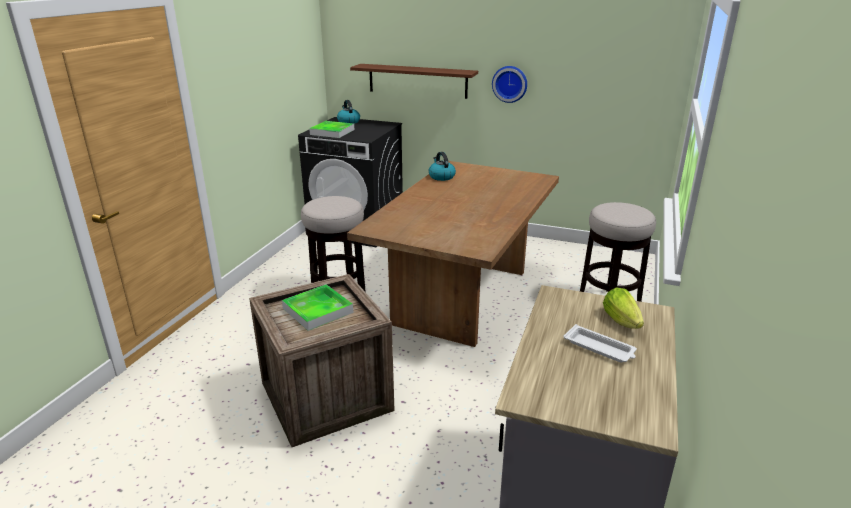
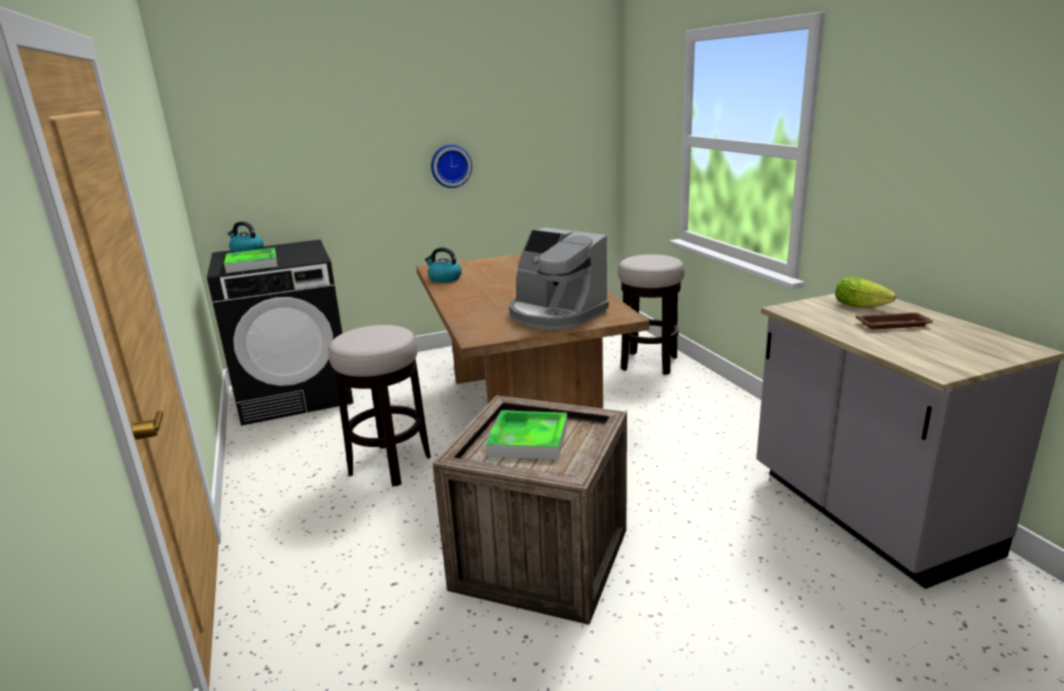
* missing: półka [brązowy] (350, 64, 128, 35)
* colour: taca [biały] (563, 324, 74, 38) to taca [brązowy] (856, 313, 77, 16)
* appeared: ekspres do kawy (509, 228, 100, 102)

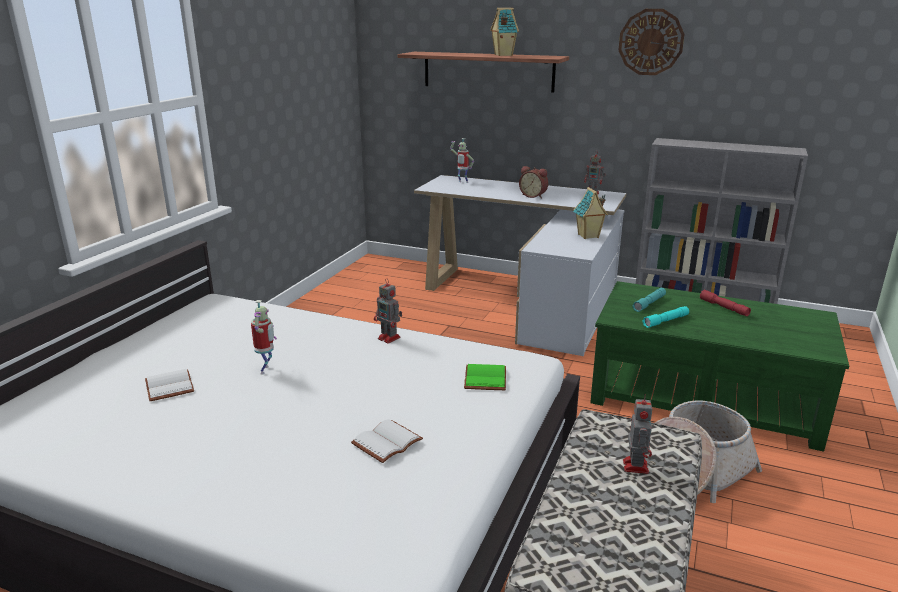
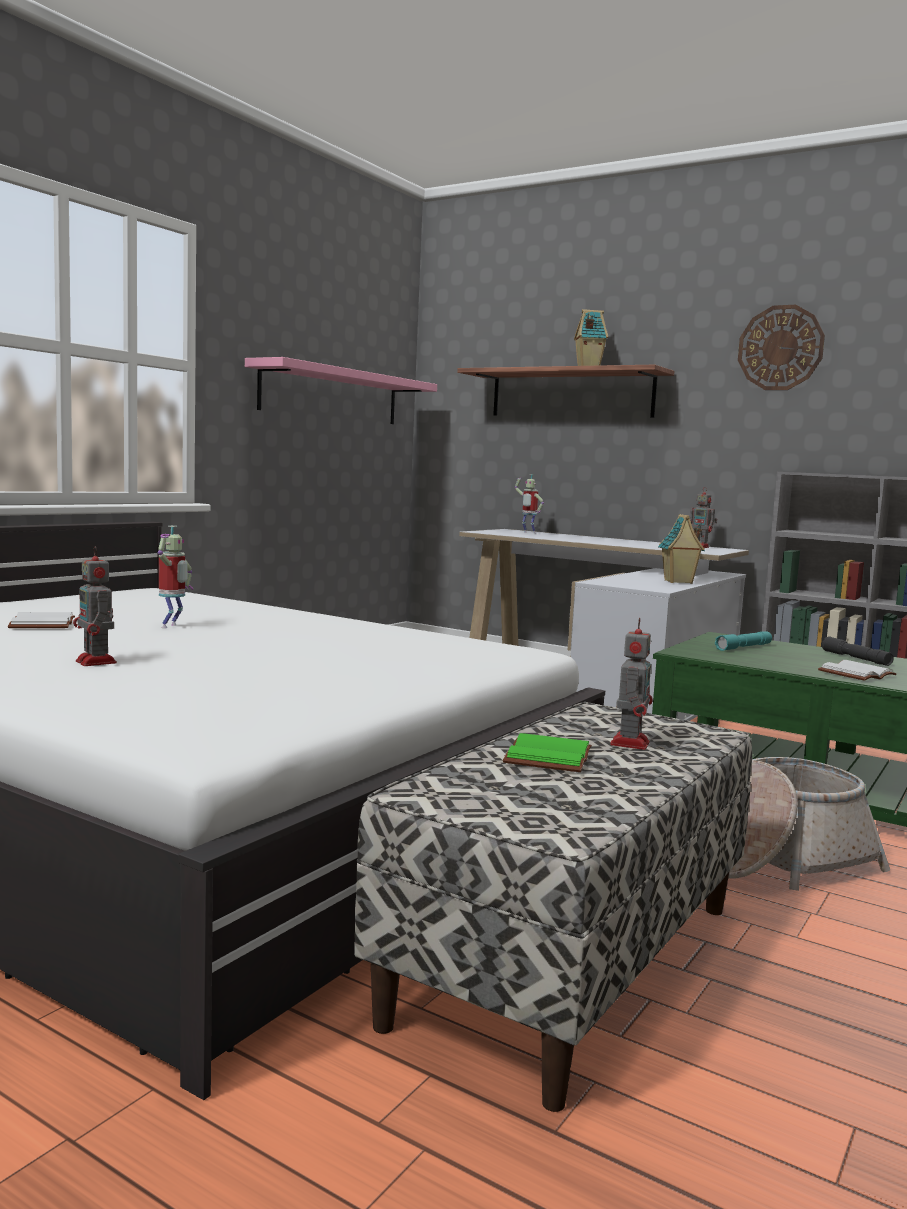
* missing: budzik (519, 166, 29, 32)
* relocated: robot zabawkowy (374, 278, 28, 65) to (73, 546, 44, 120)
* colour: latarka [czerwony] (700, 290, 51, 26) to latarka [szary] (822, 636, 72, 30)
* missing: latarka [turkusowy] (643, 306, 46, 22)
* relocated: książka [zielony] (464, 364, 42, 26) to (503, 733, 89, 39)
* relocated: książka [biały] (351, 419, 72, 44) to (818, 660, 79, 21)
* appeared: półka [różowy] (245, 357, 192, 67)

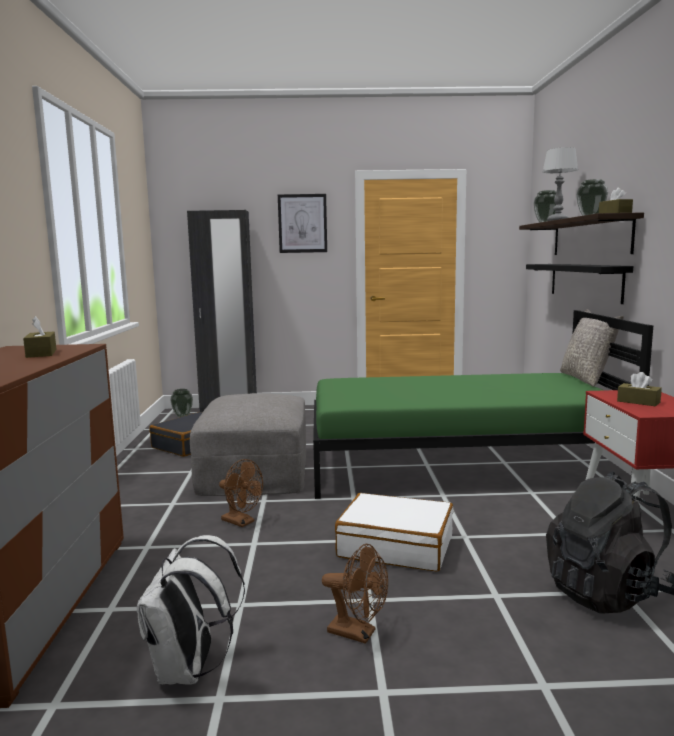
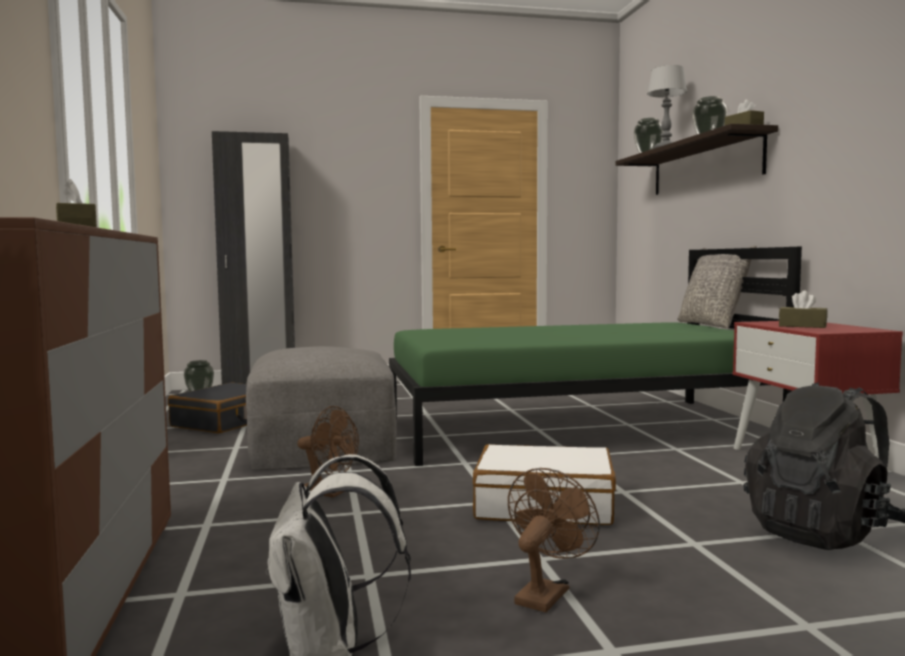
* missing: obraz (278, 194, 49, 59)
* missing: półka [czarny] (526, 264, 107, 40)
* spun: wentylator [brązowy] (322, 544, 66, 100) = (508, 468, 92, 144) 75 degrees counterclockwise

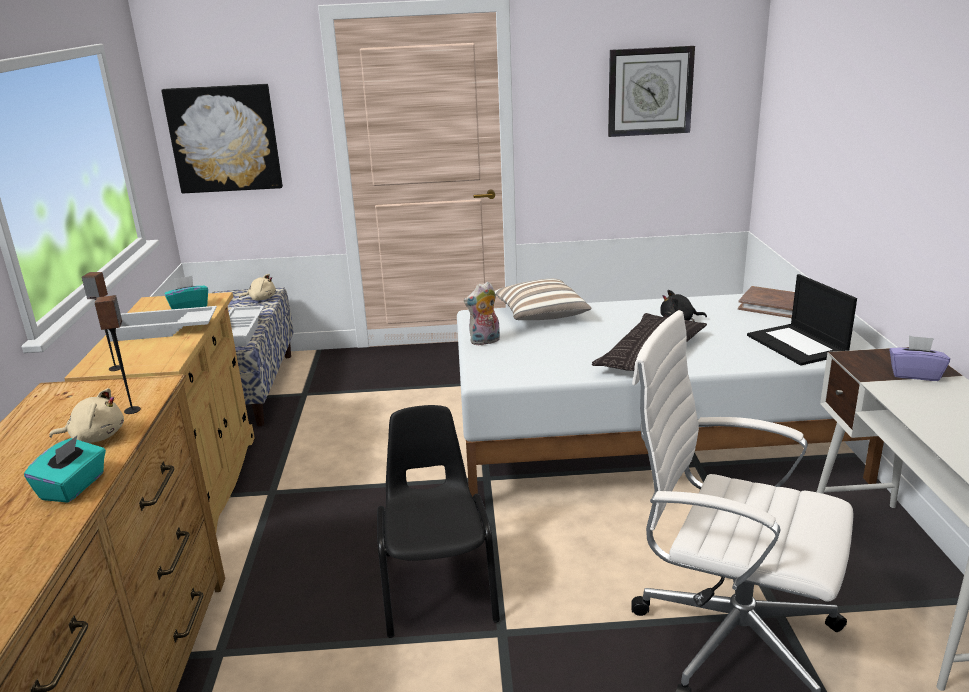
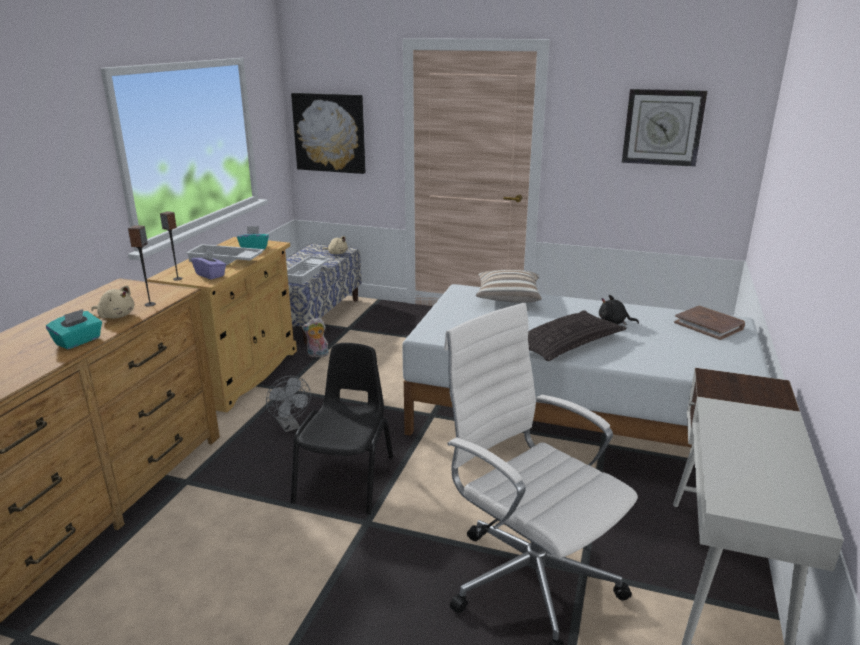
* missing: laptop (747, 274, 110, 92)
* relocated: pluszak (464, 281, 36, 64) to (302, 318, 28, 39)
* relocated: pudełko chusteczek [fioletowy] (889, 336, 61, 45) to (191, 250, 35, 30)
* appeared: wentylator [szary] (266, 376, 45, 56)

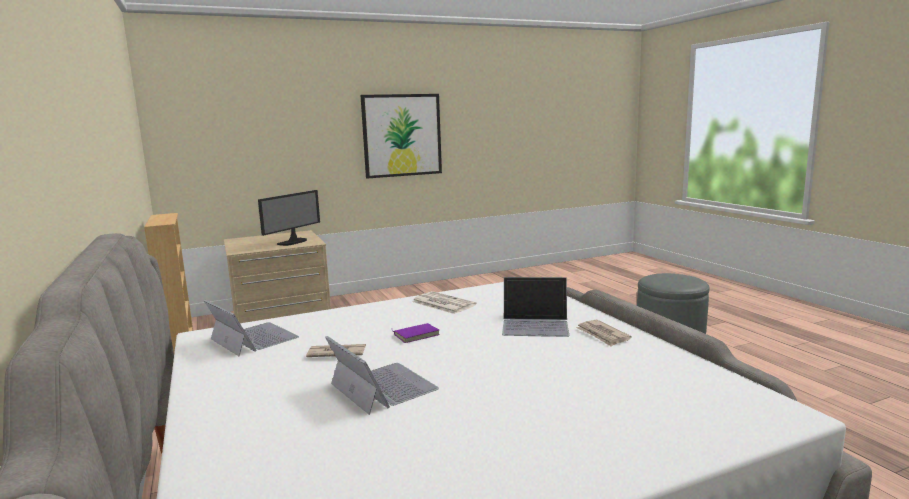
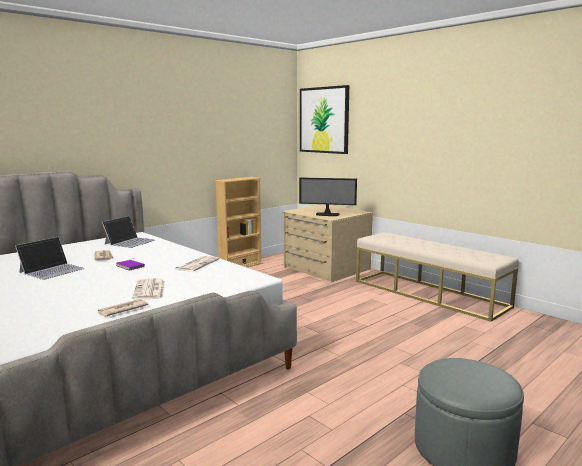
* relocated: obraz (360, 94, 82, 84) to (300, 85, 49, 69)
* exchanged: laptop (502, 277, 67, 60) to gazeta (132, 278, 33, 22)
* appeared: ławka [beżowy] (356, 232, 163, 90)

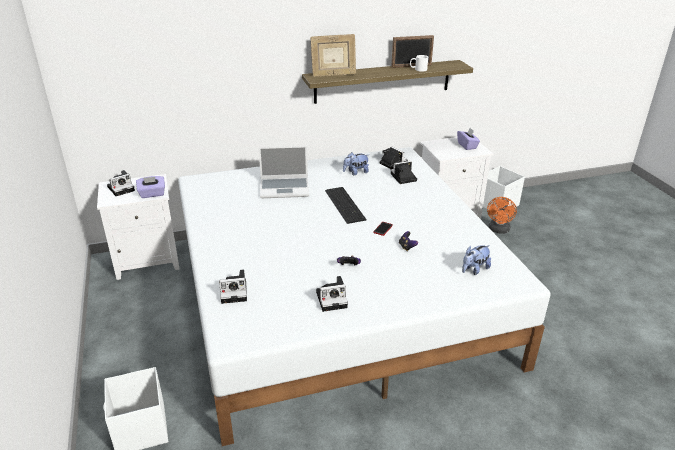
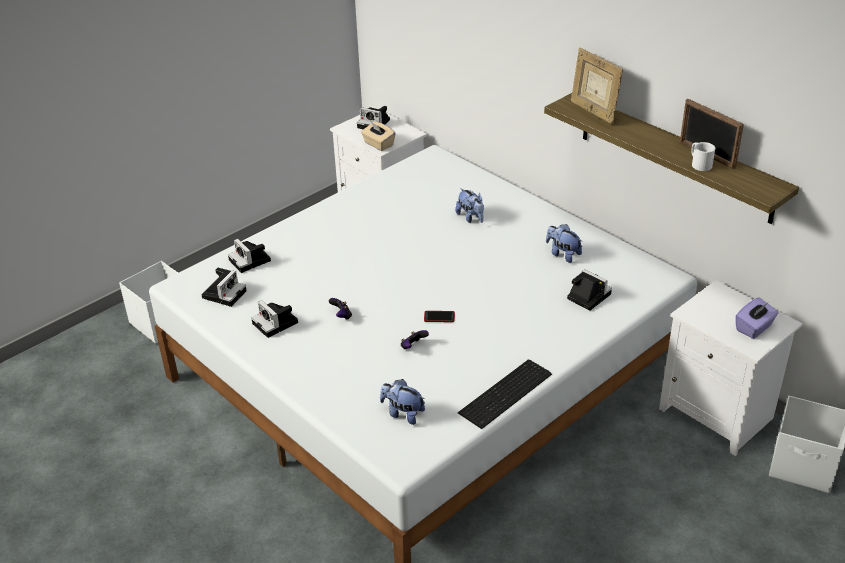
* exchanged: laptop (259, 146, 50, 52) to pluszak (455, 188, 29, 35)
* relocated: aparat fotograficzny (380, 147, 28, 22) to (202, 268, 44, 39)
* colour: pudełko chusteczek [fioletowy] (136, 176, 29, 22) to pudełko chusteczek [beżowy] (361, 121, 35, 30)
* relocated: klawiatura (325, 187, 42, 37) to (458, 360, 94, 69)
* missing: wentylator [pomarańczowy] (487, 197, 30, 37)

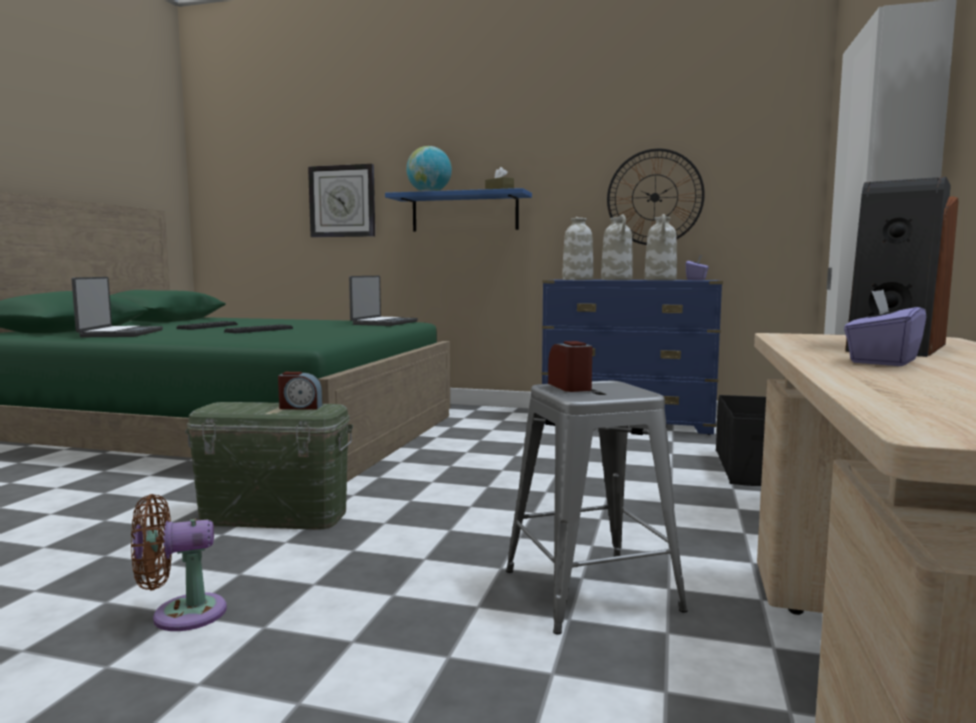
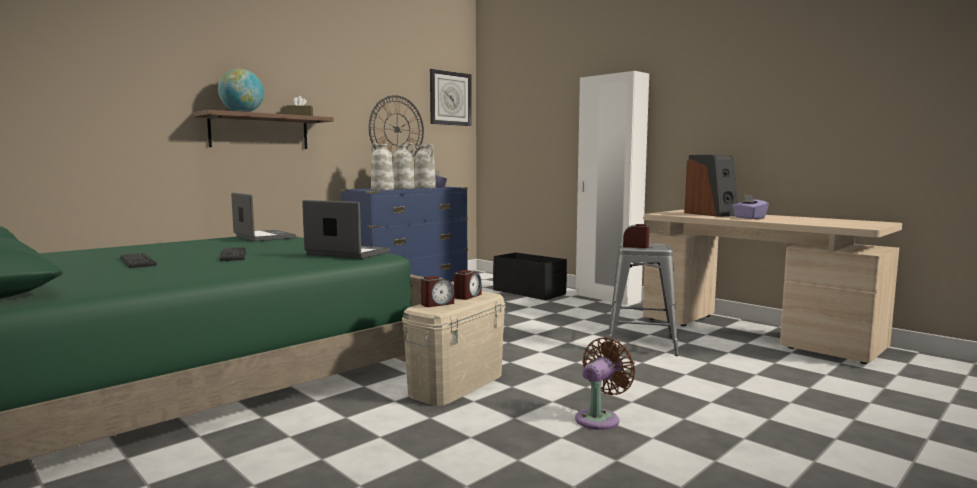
* relocated: zegar ścienny (308, 164, 67, 73) to (430, 69, 42, 57)
* colour: półka [niebieski] (385, 188, 147, 44) to półka [brązowy] (193, 110, 141, 39)
* relocated: laptop (72, 277, 91, 60) to (302, 200, 88, 59)
* colour: pojemnik do przechowywania [zielony] (185, 402, 168, 128) to pojemnik do przechowywania [beżowy] (402, 291, 104, 115)
* spun: wentylator [brązowy] (131, 494, 96, 137) = (575, 337, 61, 93) 150 degrees counterclockwise
* appeared: budzik (420, 276, 34, 31)

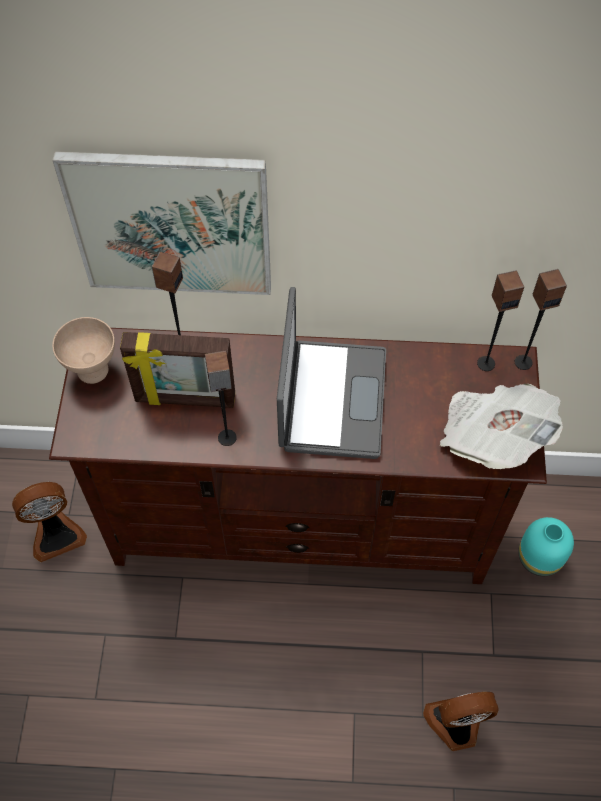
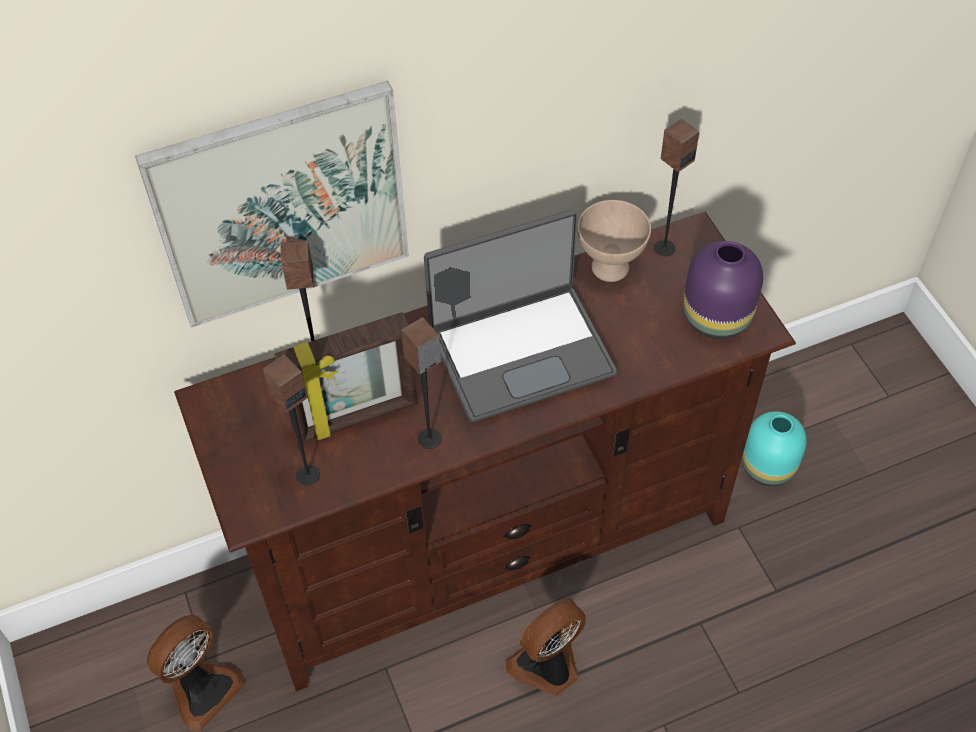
* relocated: głośnik (515, 269, 52, 101) to (263, 354, 57, 132)
* spun: laptop (277, 287, 109, 172) = (424, 210, 193, 212) 90 degrees clockwise
* relocated: miska [beżowy] (52, 317, 63, 67) to (577, 200, 74, 82)
* exchanged: gazeta (440, 384, 123, 85) to wazon [fioletowy] (683, 241, 80, 98)
* relocated: wentylator (423, 692, 76, 59) to (505, 599, 81, 97)

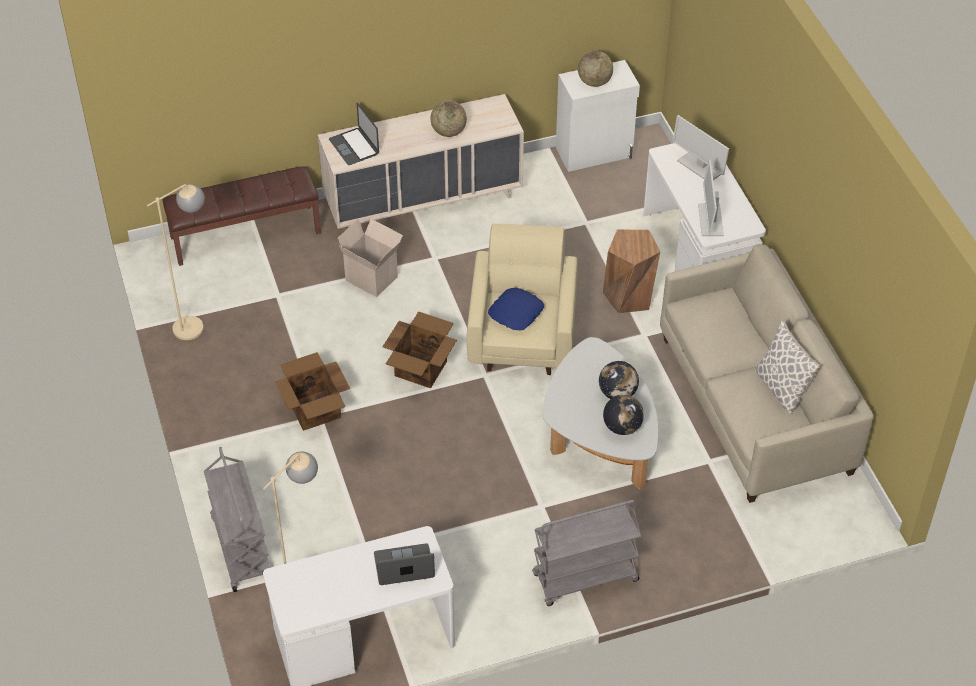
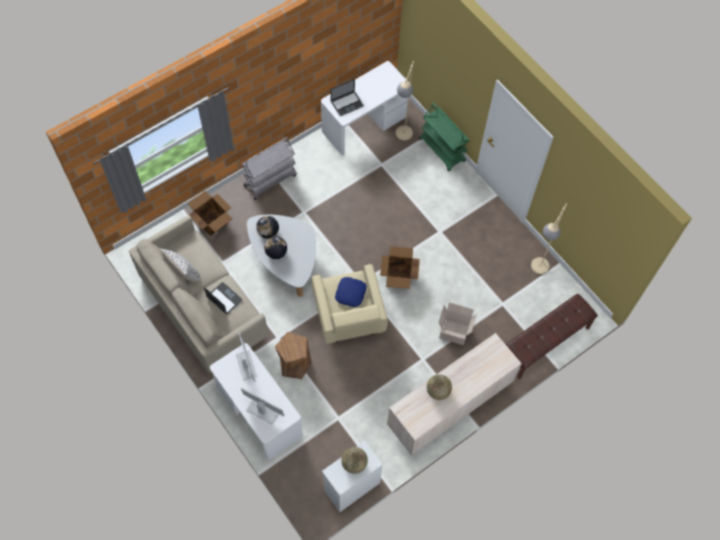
* relocated: laptop (329, 103, 50, 62) to (204, 282, 38, 32)
* relocated: karton (275, 352, 75, 79) to (187, 191, 45, 45)
* colour: wózek [szary] (204, 447, 66, 145) to wózek [zielony] (419, 103, 50, 68)

